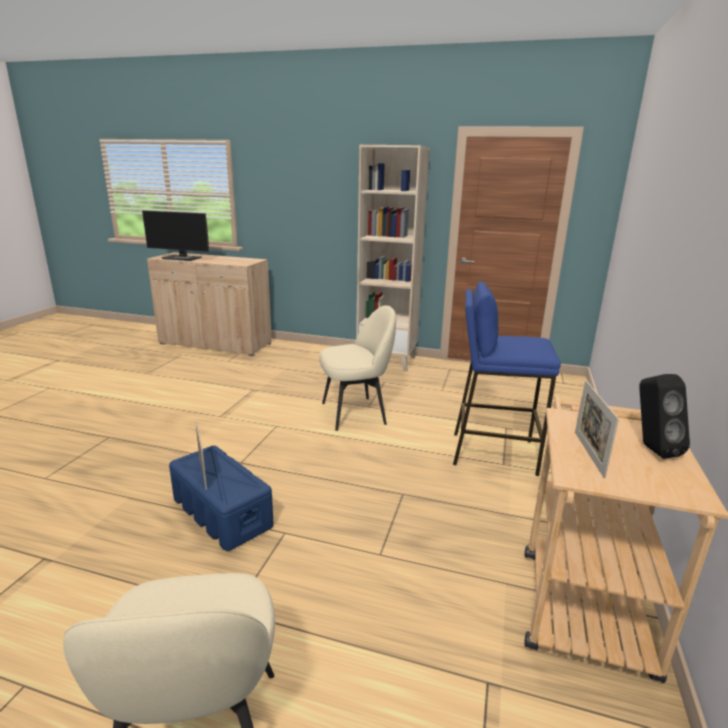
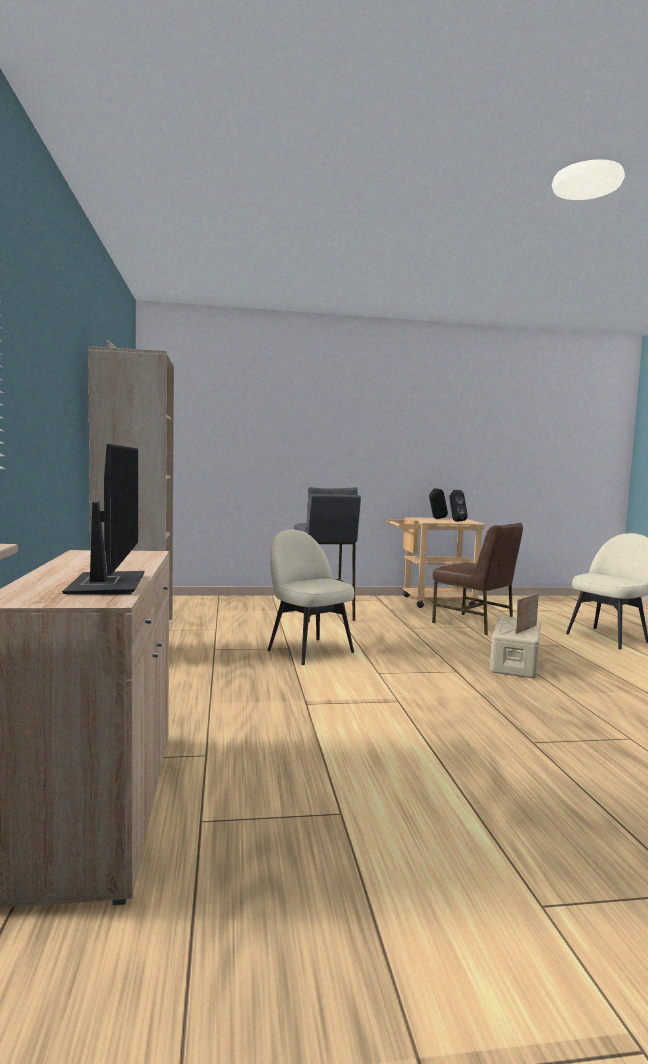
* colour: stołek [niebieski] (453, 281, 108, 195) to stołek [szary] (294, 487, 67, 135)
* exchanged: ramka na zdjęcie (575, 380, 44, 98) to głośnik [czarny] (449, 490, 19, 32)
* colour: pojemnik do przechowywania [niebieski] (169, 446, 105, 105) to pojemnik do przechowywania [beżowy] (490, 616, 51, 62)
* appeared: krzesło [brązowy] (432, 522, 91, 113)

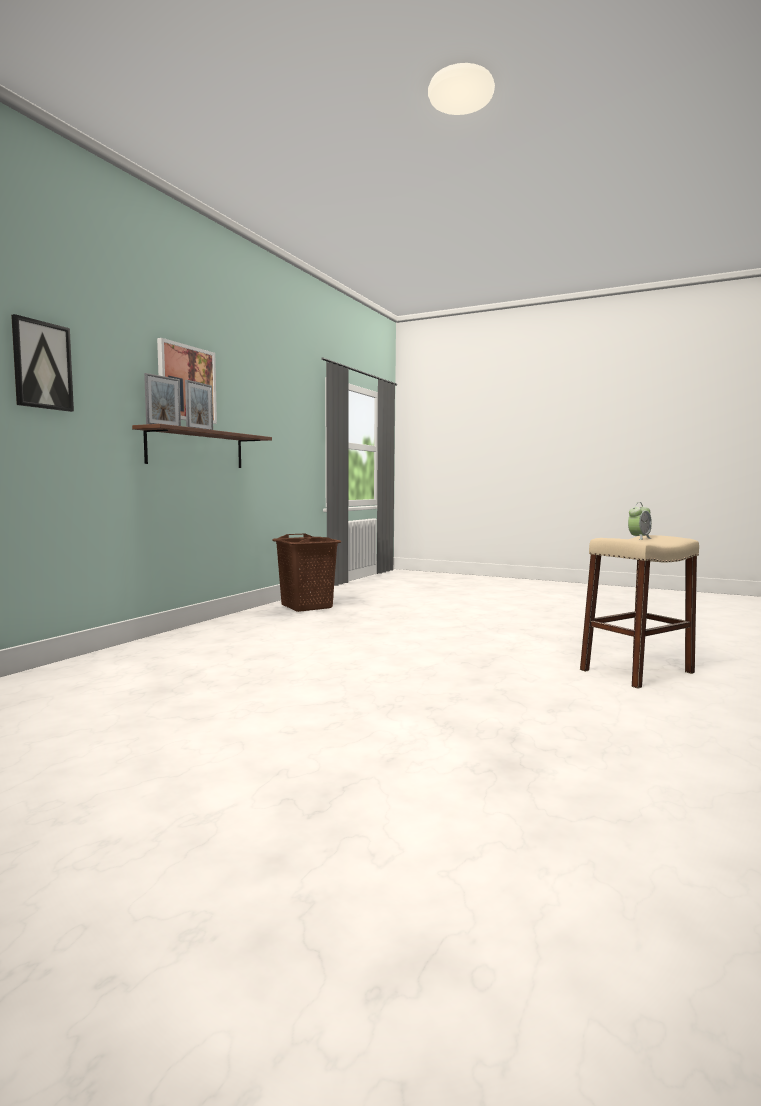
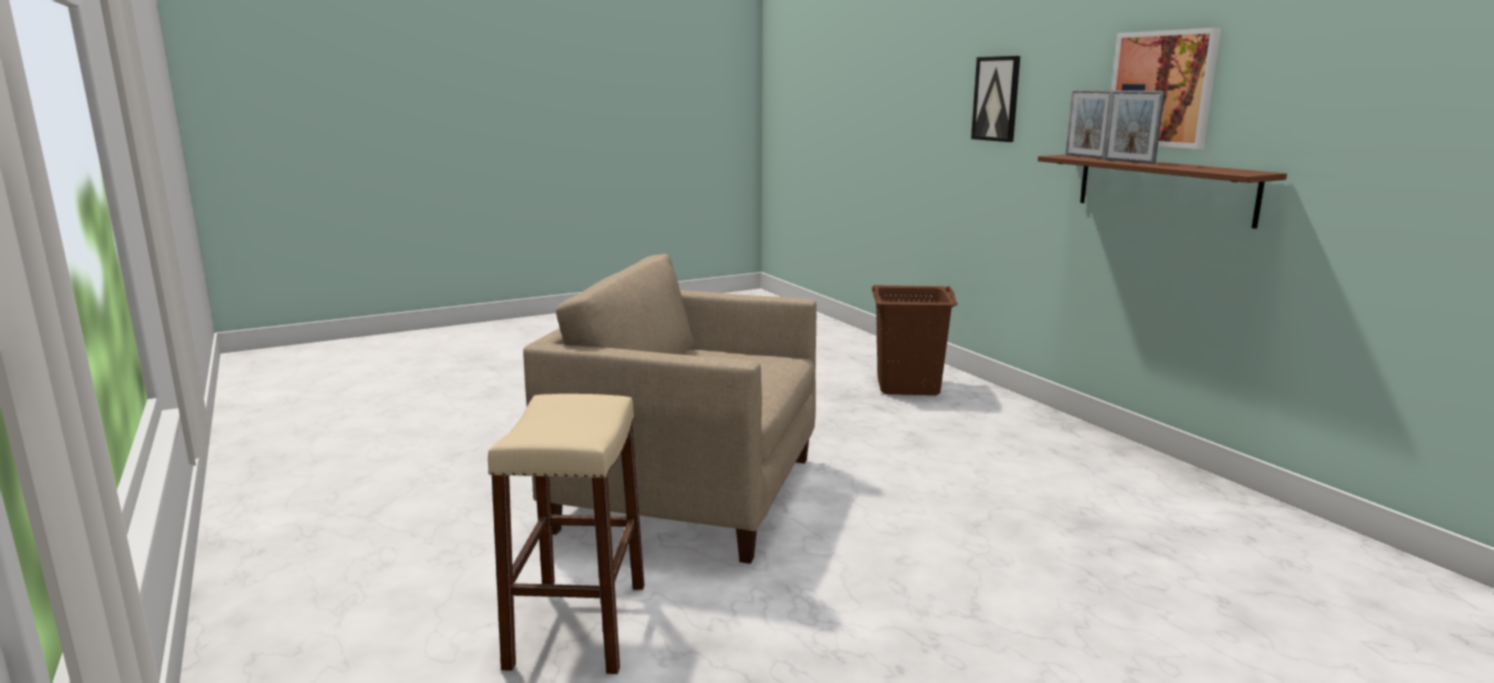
* missing: budzik (628, 502, 24, 38)
* relocated: kosz na pranie [brązowy] (272, 534, 69, 78) to (871, 285, 87, 110)
* appeared: fotel [beżowy] (523, 254, 293, 310)

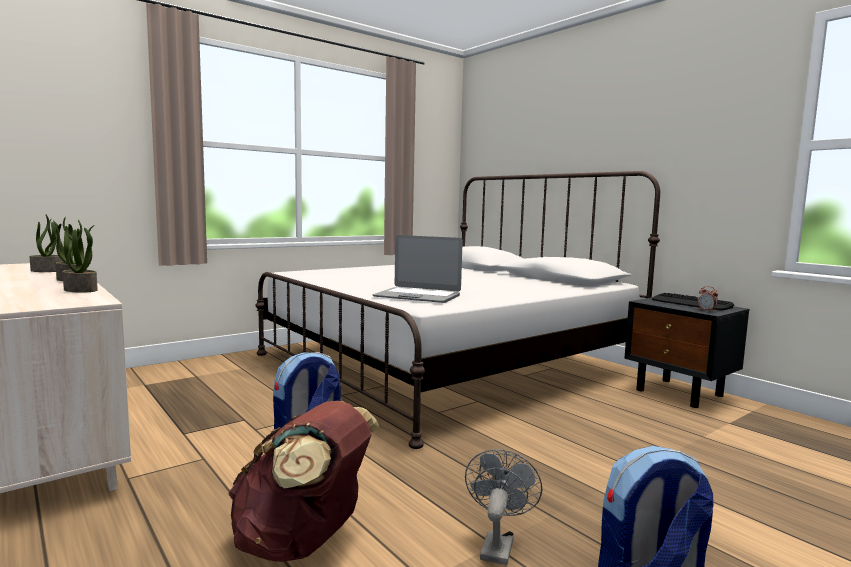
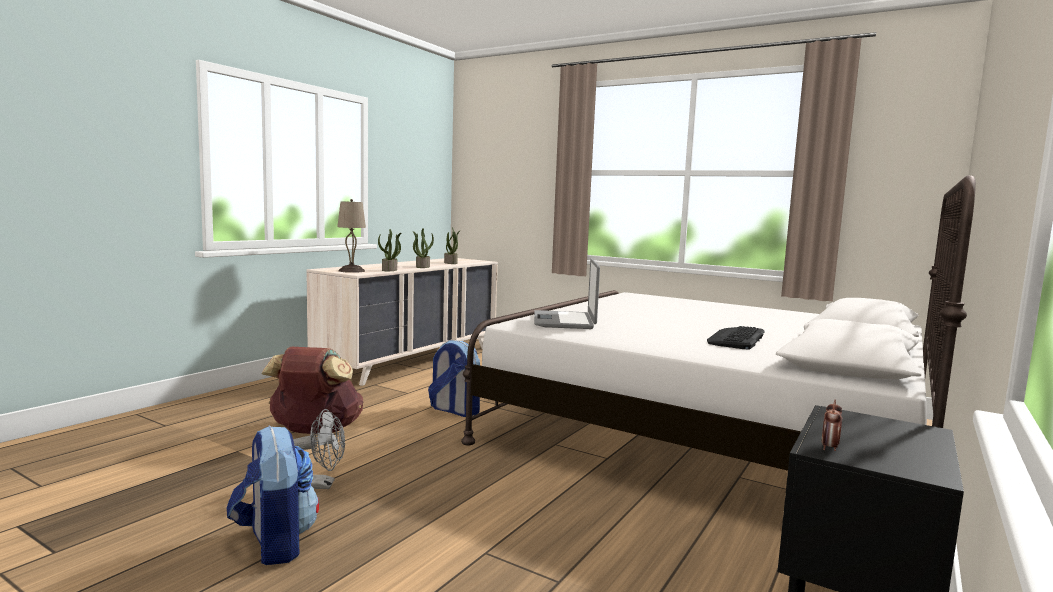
* relocated: klawiatura (652, 293, 82, 17) to (707, 326, 57, 23)
* appeared: lampa stołowa [beżowy] (337, 199, 29, 74)

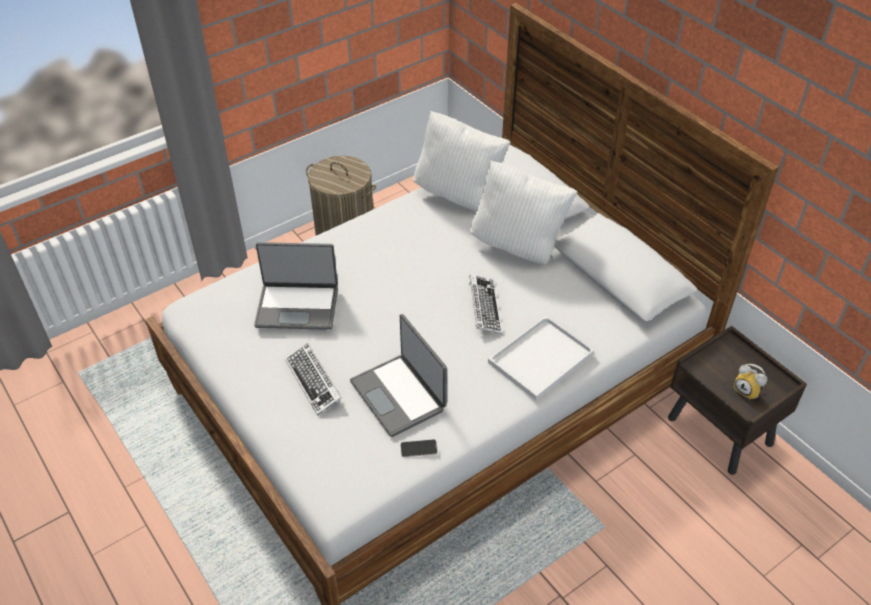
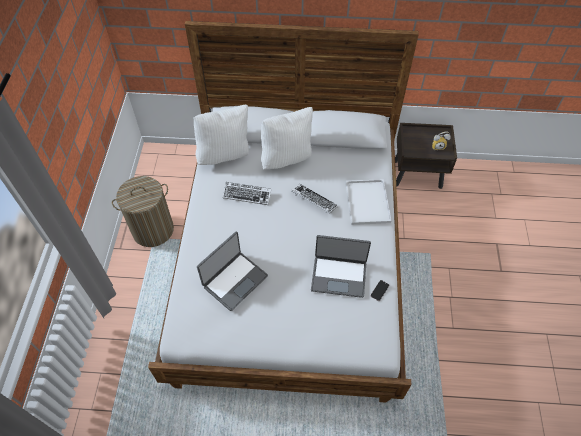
* relocated: klawiatura (285, 343, 57, 73) to (223, 182, 48, 23)

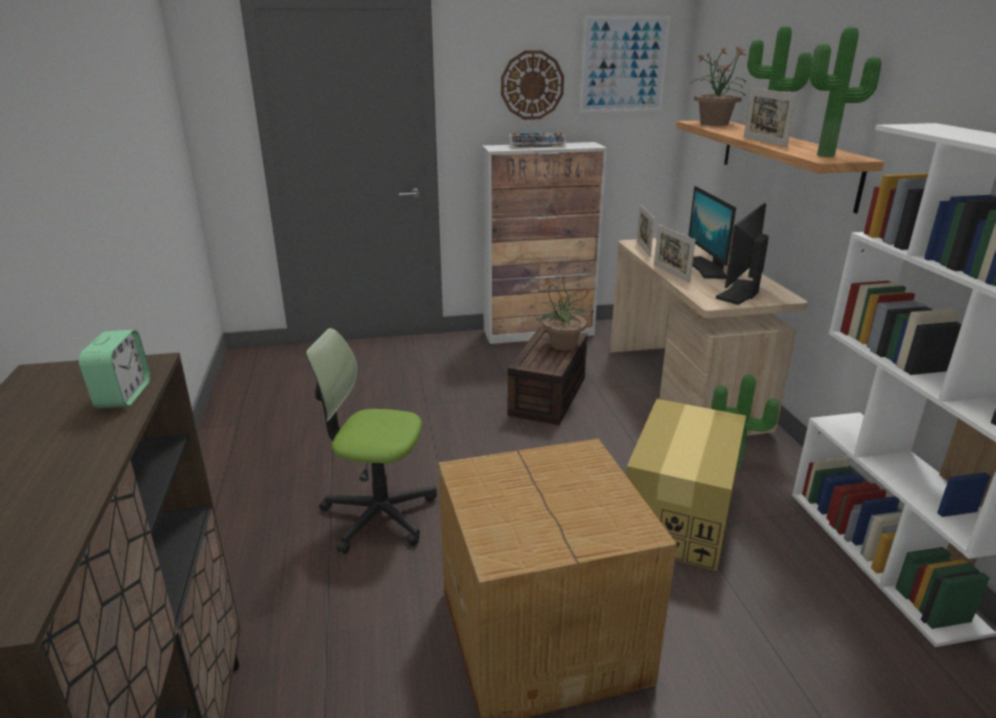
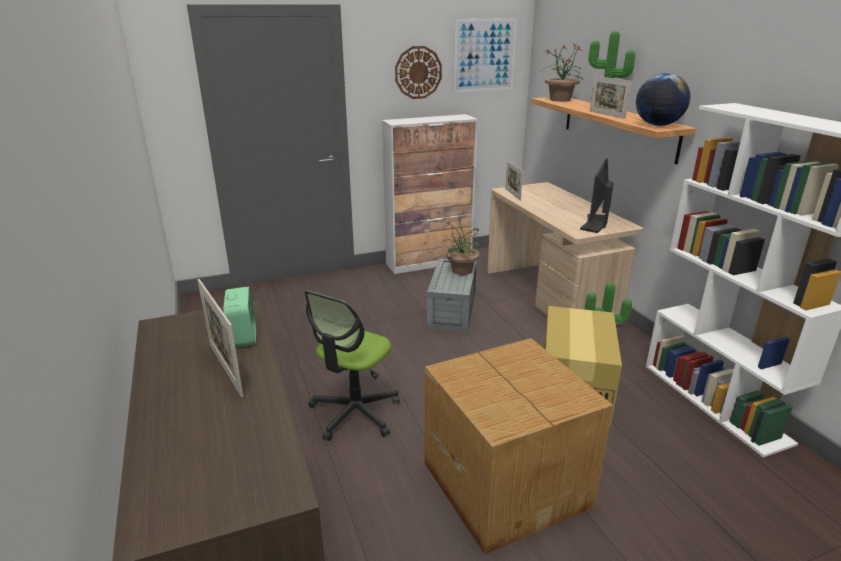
* exchanged: roślina doniczkowa (809, 26, 73, 131) to globus (636, 73, 54, 53)
* missing: klawiatura (509, 132, 58, 17)
* missing: monitor (688, 186, 48, 93)
* relocated: ramka na zdjęcie (654, 225, 42, 58) to (198, 279, 46, 119)
* colour: pojemnik do przechowywania [brązowy] (508, 327, 80, 98) to pojemnik do przechowywania [szary] (427, 258, 50, 74)
* spun: krzesło biurowe (306, 328, 131, 226) = (304, 291, 96, 150) 60 degrees counterclockwise

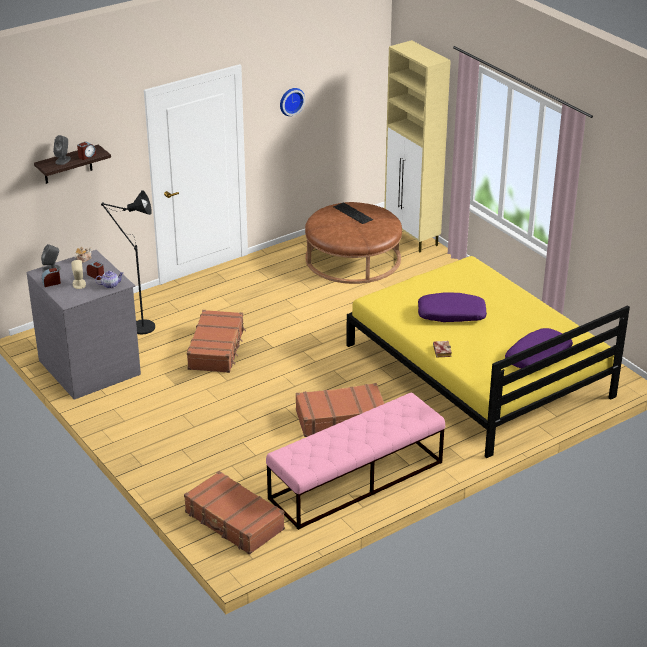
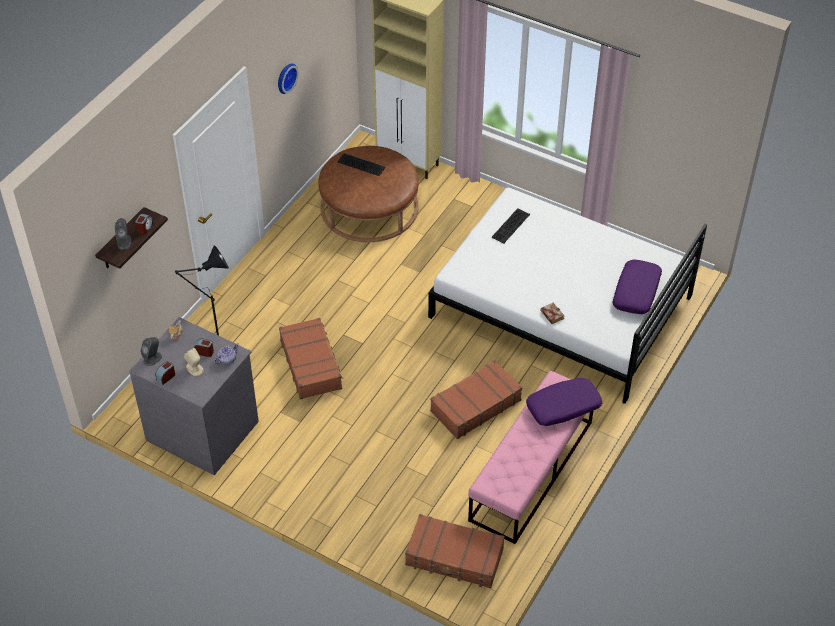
* colour: łóżko [żółty] (346, 256, 284, 202) to łóżko [biały] (428, 188, 279, 216)
* relocated: poduszka [fioletowy] (418, 292, 69, 30) to (526, 378, 76, 48)
* appeared: klawiatura (491, 208, 39, 35)

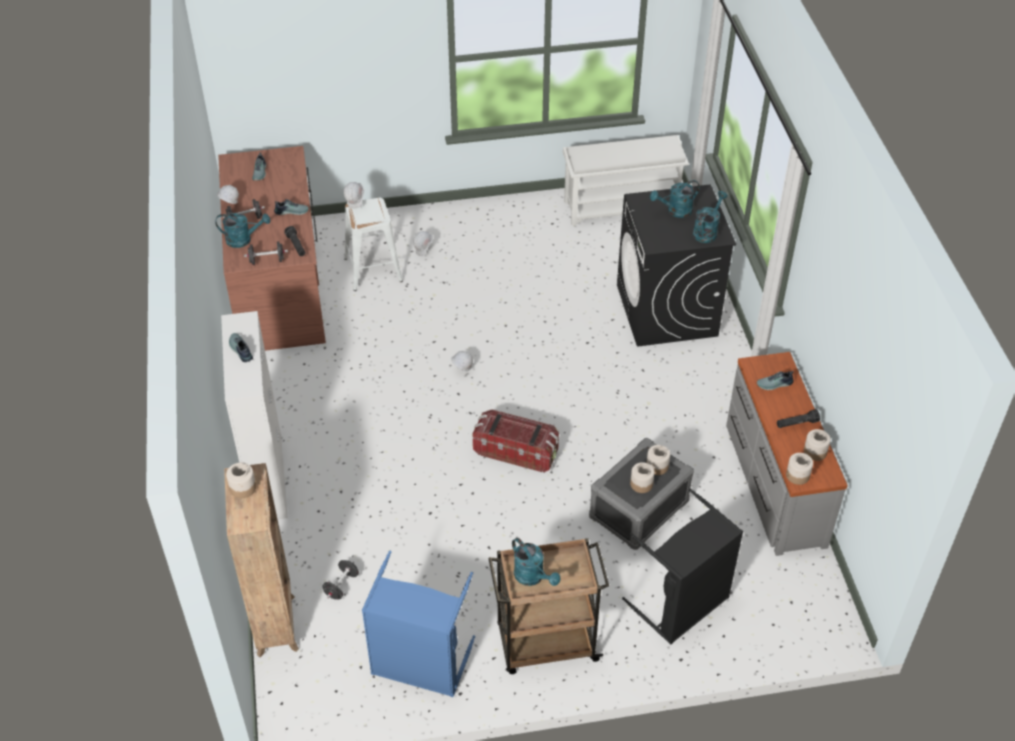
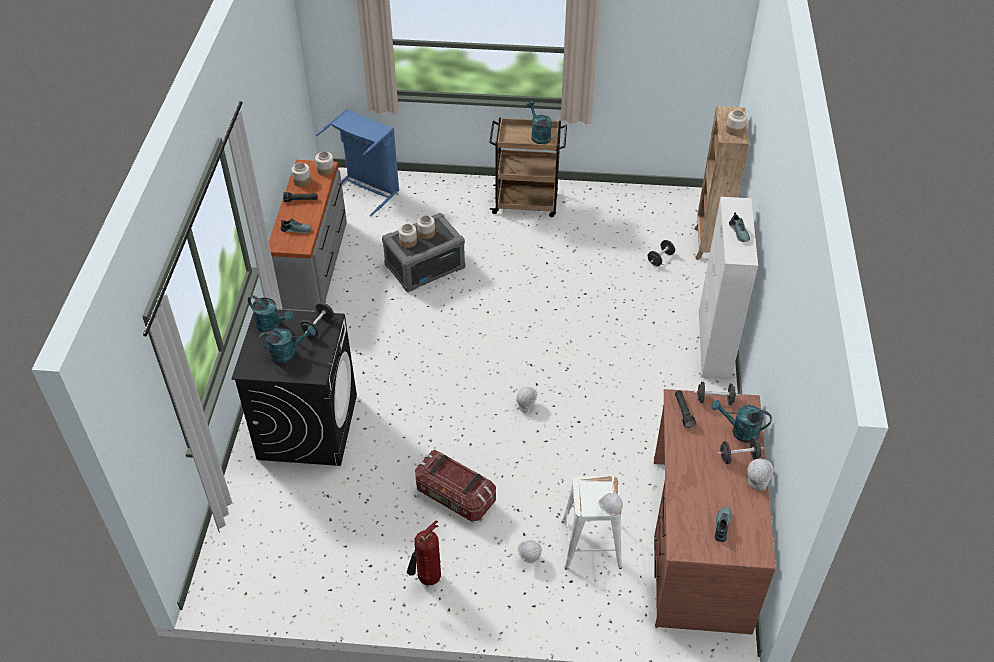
* missing: regał na buty [biały] (563, 135, 126, 90)
* spun: konewka [turkusowy] (693, 191, 35, 52) = (248, 295, 46, 37) 105 degrees counterclockwise
* missing: but (274, 199, 35, 16)
* relocated: pojemnik do przechowywania (473, 409, 86, 64) to (415, 450, 81, 72)
* missing: kosz na pranie [czarny] (622, 489, 121, 155)
* relocated: kosz na pranie [niebieski] (362, 551, 113, 146) to (316, 109, 83, 108)
* appeared: hantel [czarny] (300, 303, 34, 34)
* appeared: gaśnica (407, 520, 34, 65)

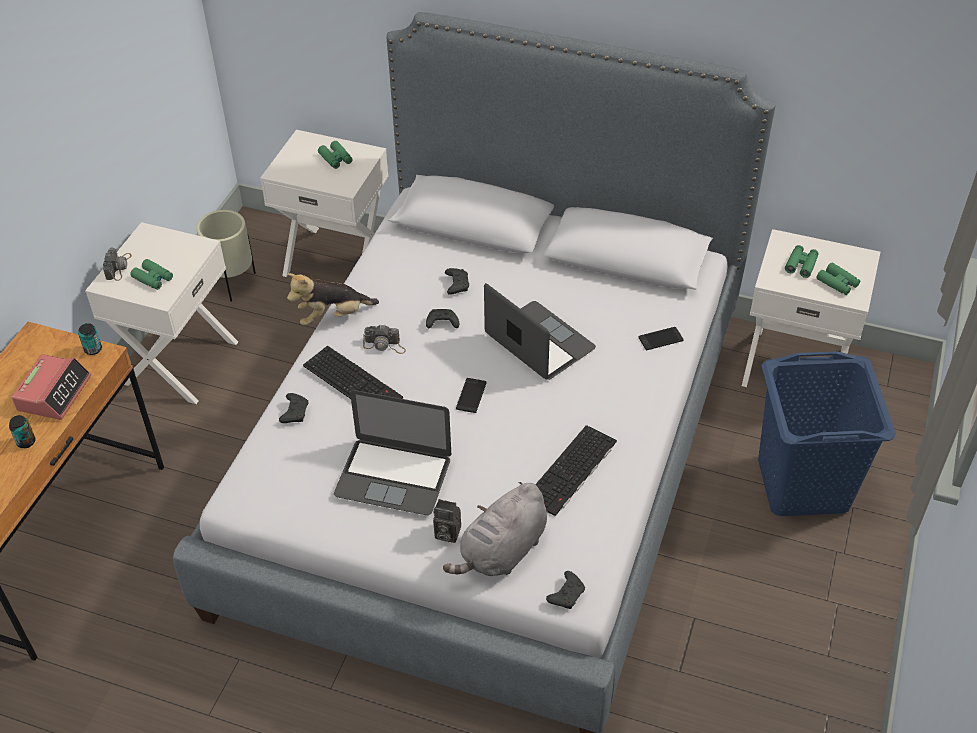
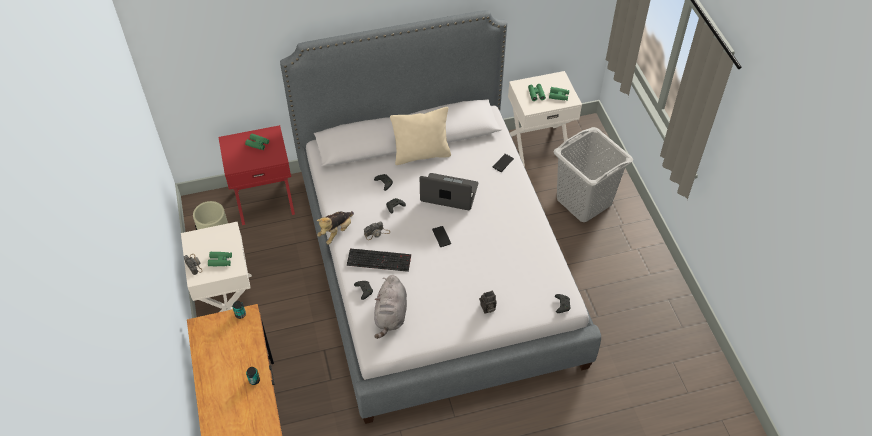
* colour: szafka nocna [biały] (260, 130, 128, 147) to szafka nocna [czerwony] (218, 125, 77, 100)
* colour: kosz na pranie [niebieski] (758, 351, 138, 165) to kosz na pranie [szary] (554, 127, 79, 95)
* missing: budzik (11, 354, 80, 66)
* missing: laptop (334, 390, 117, 125)
* missing: klawiatura (535, 425, 82, 92)
* relocated: pluszak [szary] (443, 482, 104, 94) to (374, 275, 33, 64)
* appeared: poduszka [beżowy] (390, 107, 61, 58)

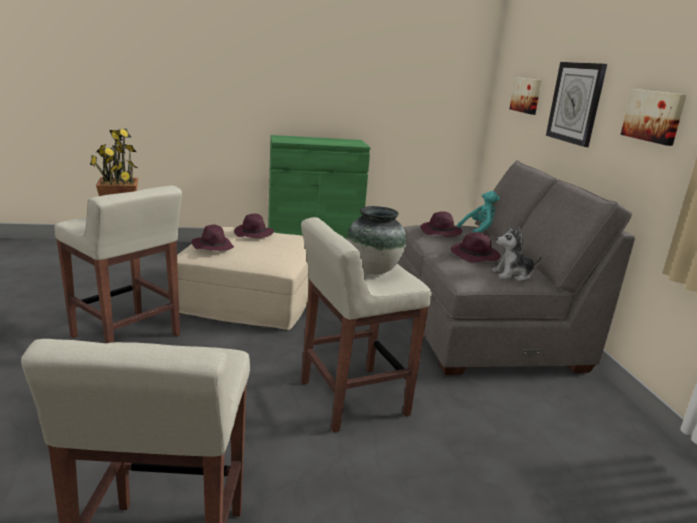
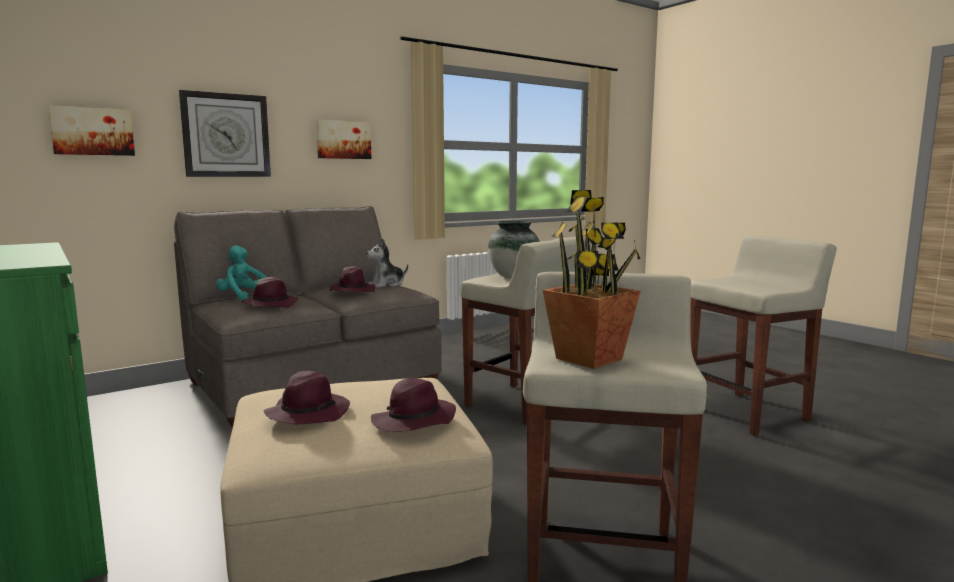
* spun: pluszak (492, 226, 50, 55) = (366, 239, 42, 49) 90 degrees clockwise

